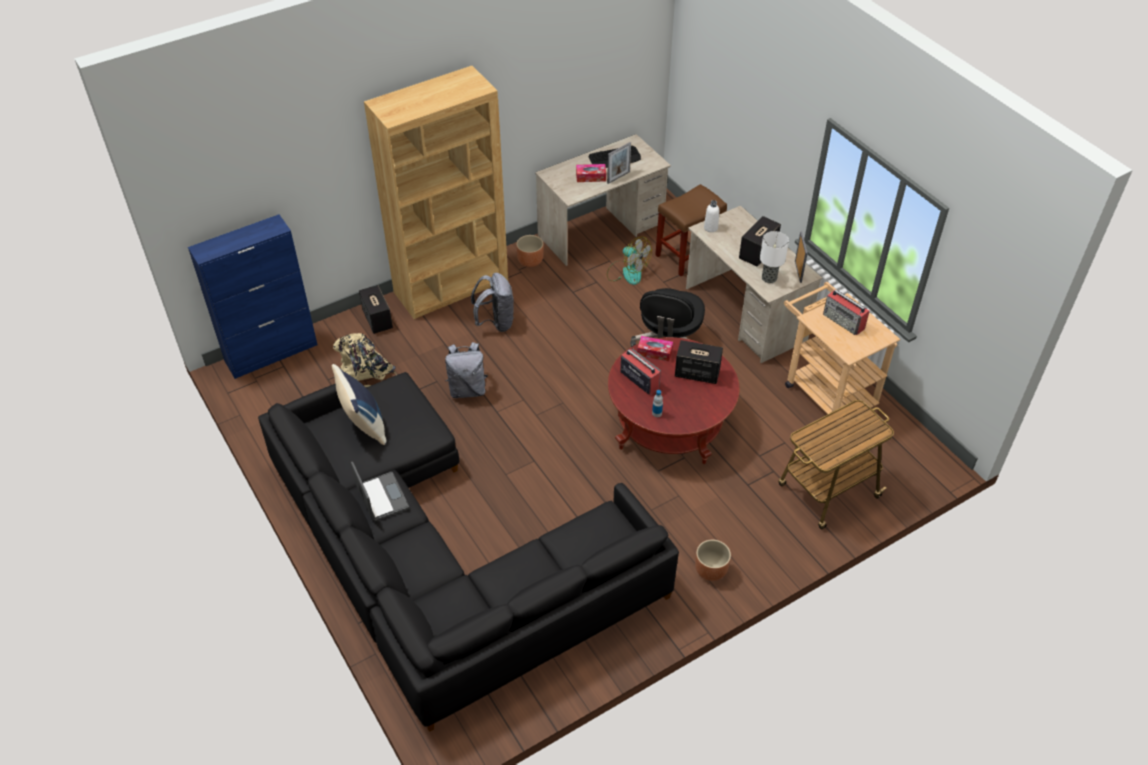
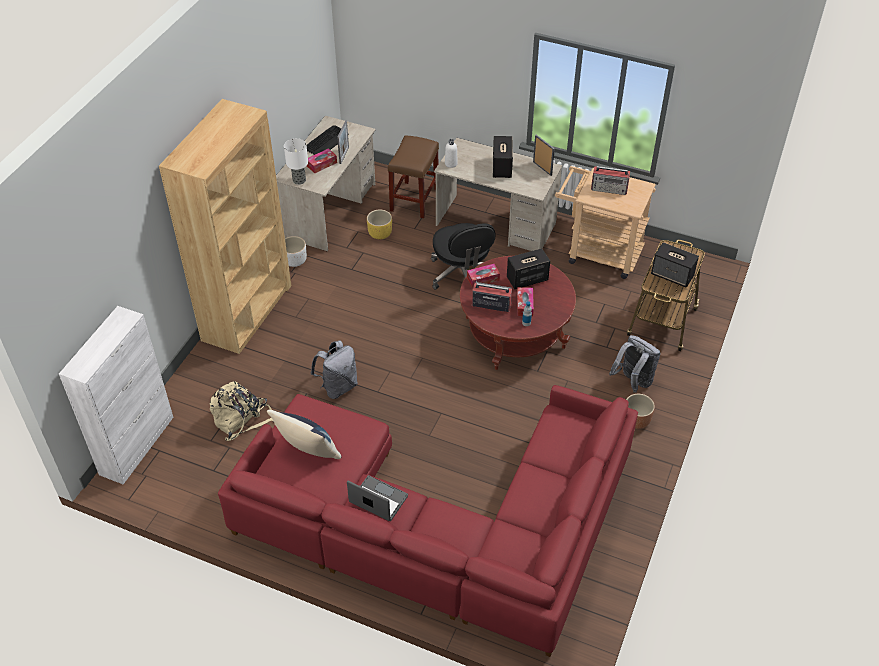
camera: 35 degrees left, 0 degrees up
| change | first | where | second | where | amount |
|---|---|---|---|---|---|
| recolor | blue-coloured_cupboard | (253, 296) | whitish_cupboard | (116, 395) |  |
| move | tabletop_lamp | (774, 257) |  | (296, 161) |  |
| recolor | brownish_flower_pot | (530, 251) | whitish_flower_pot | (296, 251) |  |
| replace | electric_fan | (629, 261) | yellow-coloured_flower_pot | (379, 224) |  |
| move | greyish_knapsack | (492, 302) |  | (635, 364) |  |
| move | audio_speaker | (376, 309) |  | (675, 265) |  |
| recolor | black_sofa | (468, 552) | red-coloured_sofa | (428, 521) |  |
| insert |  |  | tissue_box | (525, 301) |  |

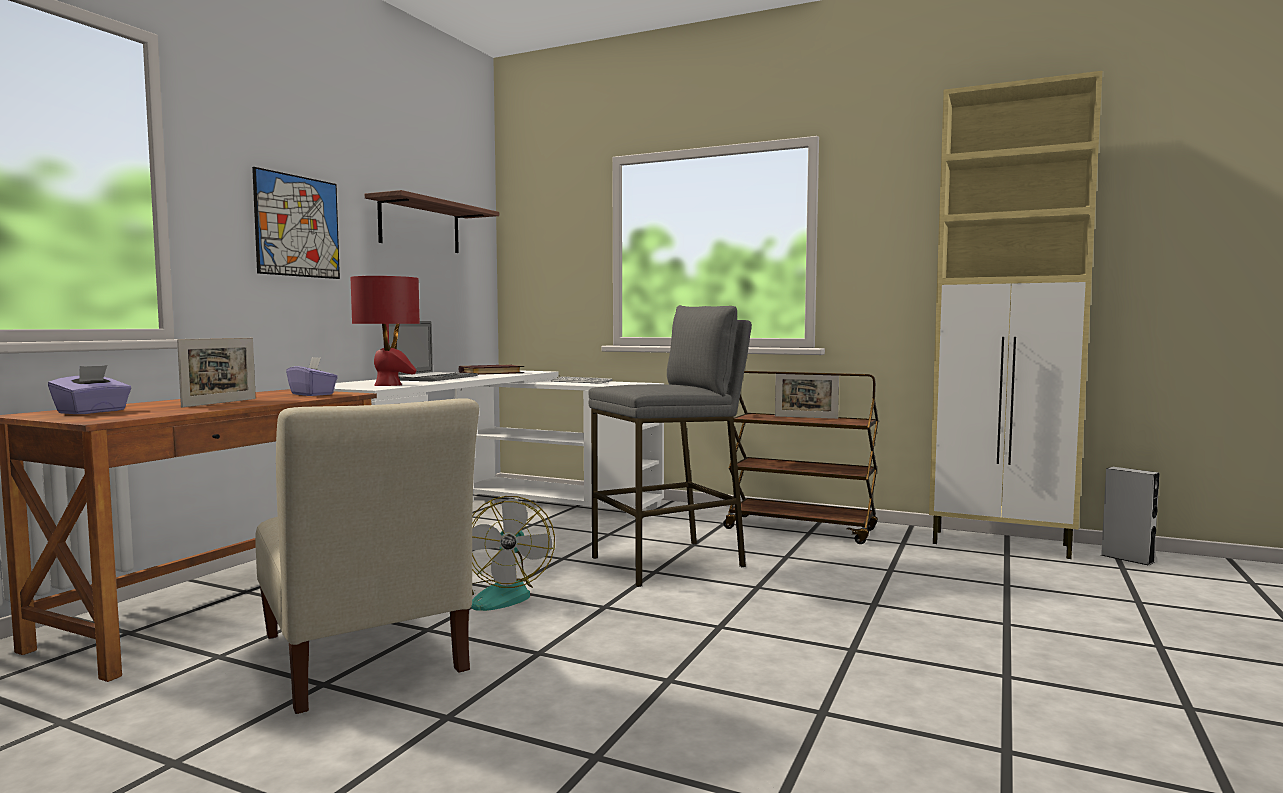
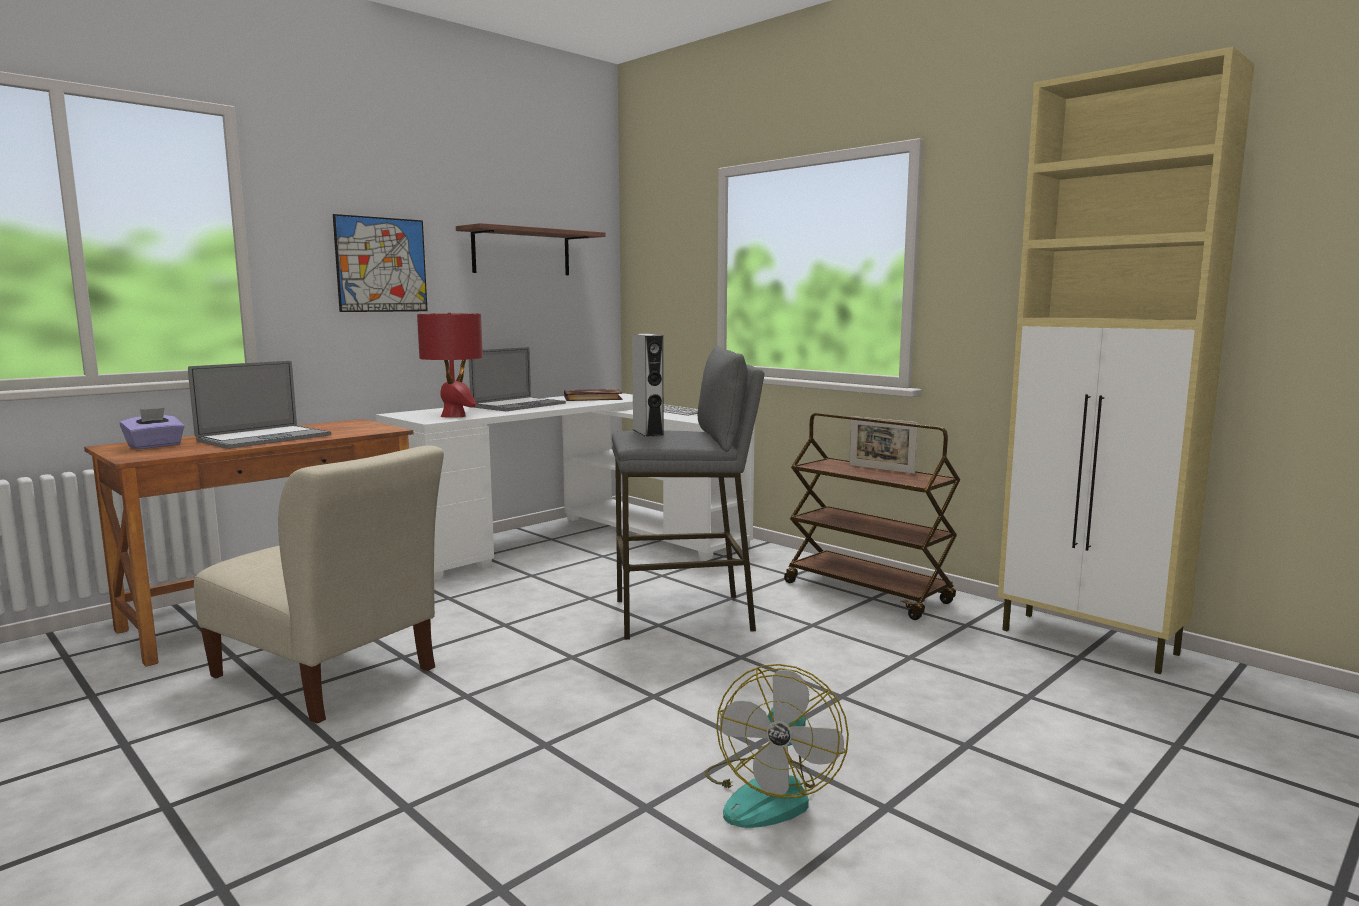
camera: 20 degrees right, 5 degrees up
| change | first | where | second | where | amount |
|---|---|---|---|---|---|
| replace | picture_frame | (216, 372) | laptop | (259, 405) |  |
| delete | purple_tissue_box | (312, 376) |  |  |  |
| rotate | beige_plain_chair | (367, 556) |  | (319, 584) | 45 degrees counterclockwise |
| move | greyish_audio_speaker | (1130, 516) |  | (648, 385) |  |
| move | electric_fan | (513, 553) |  | (777, 746) |  |

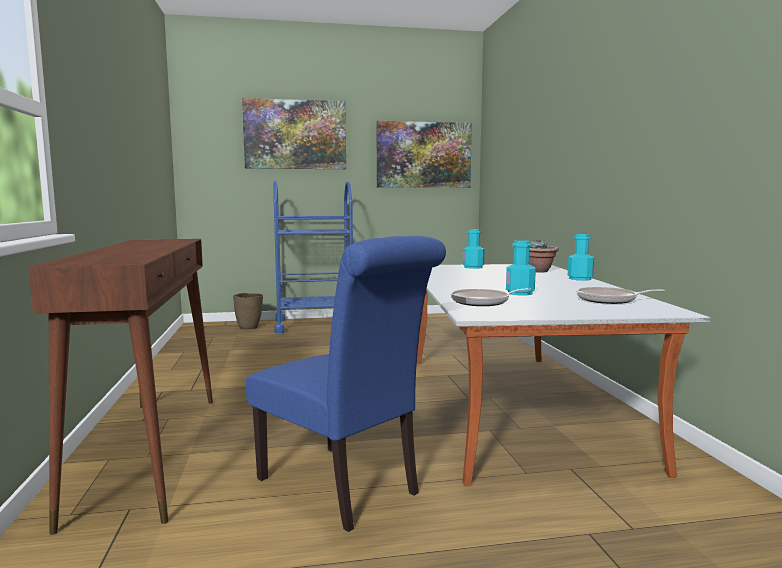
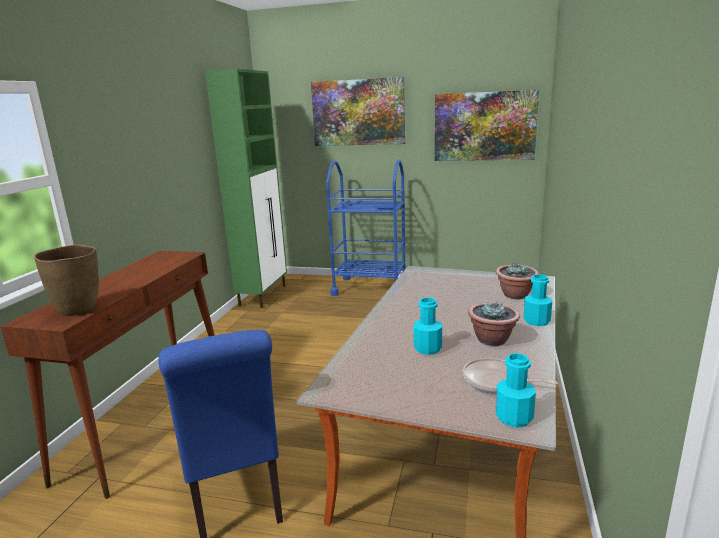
camera: 25 degrees right, 10 degrees up
| change | first | where | second | where | amount |
|---|---|---|---|---|---|
| move | turquoise_bottle | (474, 249) |  | (516, 390) |  |
| delete | frying_pan | (491, 297) |  |  |  |
| move | brownish_flower_vase | (248, 311) |  | (66, 280) |  |
| insert |  |  | green-coloured_cupboard | (246, 188) |  |
| insert |  |  | plant_in_a_pot | (494, 323) |  |

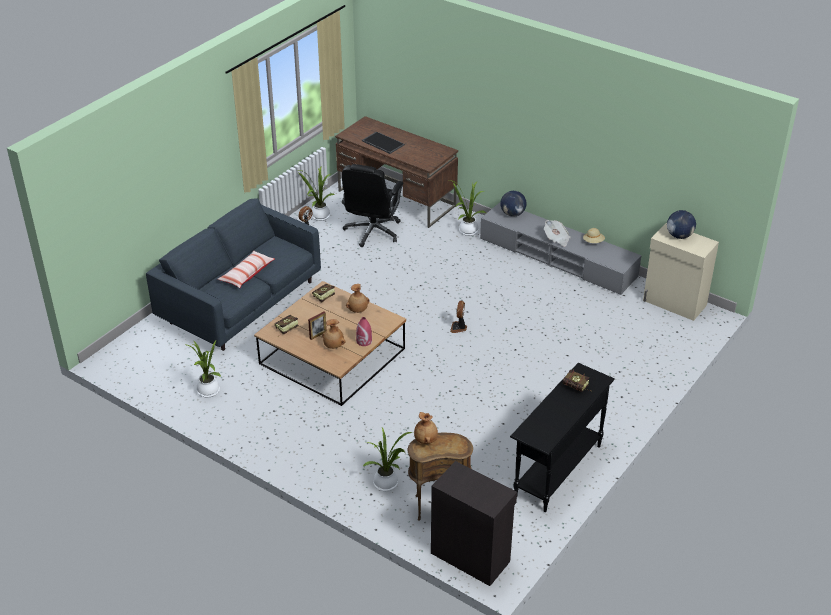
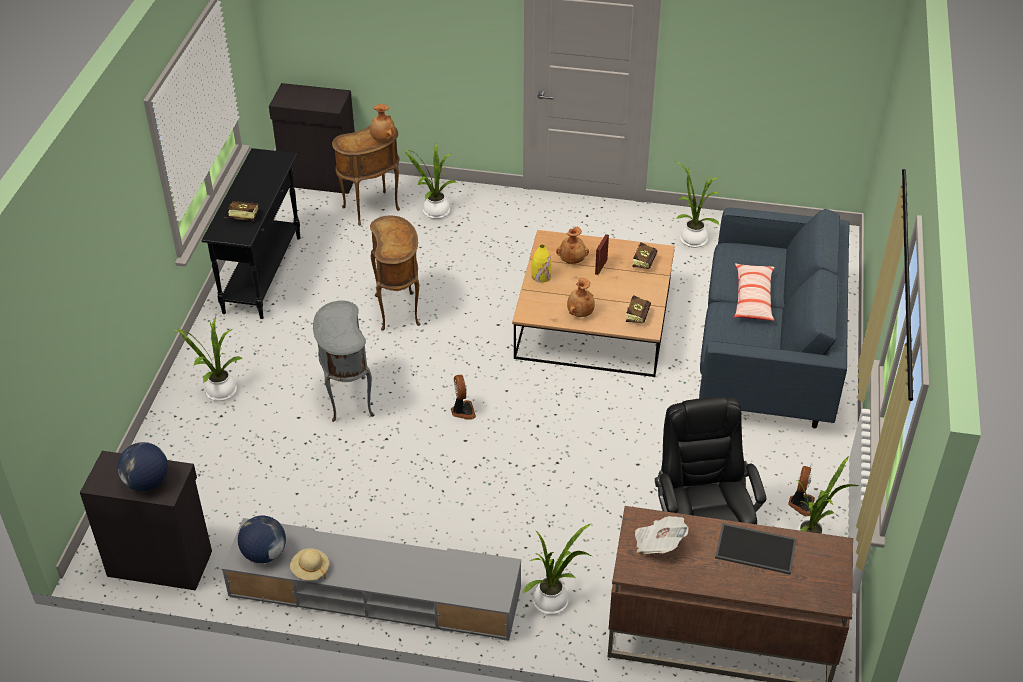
camera: 155 degrees right, 5 degrees up
| change | first | where | second | where | amount |
|---|---|---|---|---|---|
| move | world_globe | (513, 204) |  | (262, 539) |  |
| move | printed_paper | (557, 233) |  | (662, 535) |  |
| recolor | beige_cupboard | (681, 272) | black_cupboard | (146, 521) |  |
| recolor | red-coloured_flower_vase | (364, 331) | yellow-coloured_flower_vase | (541, 264) |  |
| insert |  |  | brownish_end_table | (395, 273) |  |
| insert |  |  | greyish_end_table | (344, 361) |  |
| insert |  |  | plant_in_a_pot | (209, 359) |  |

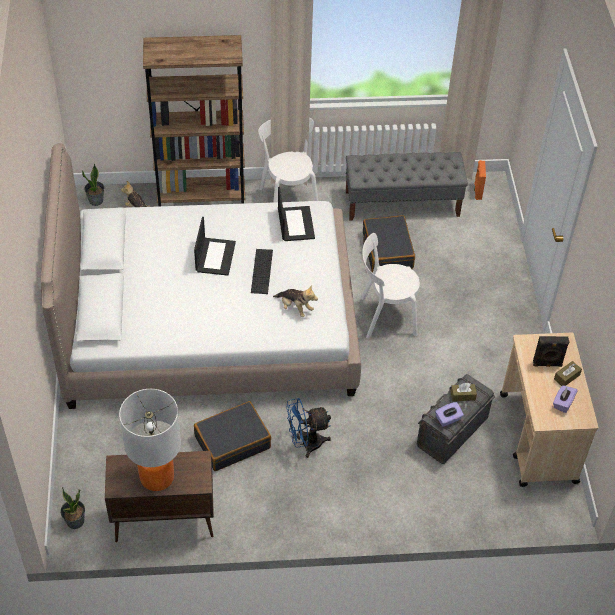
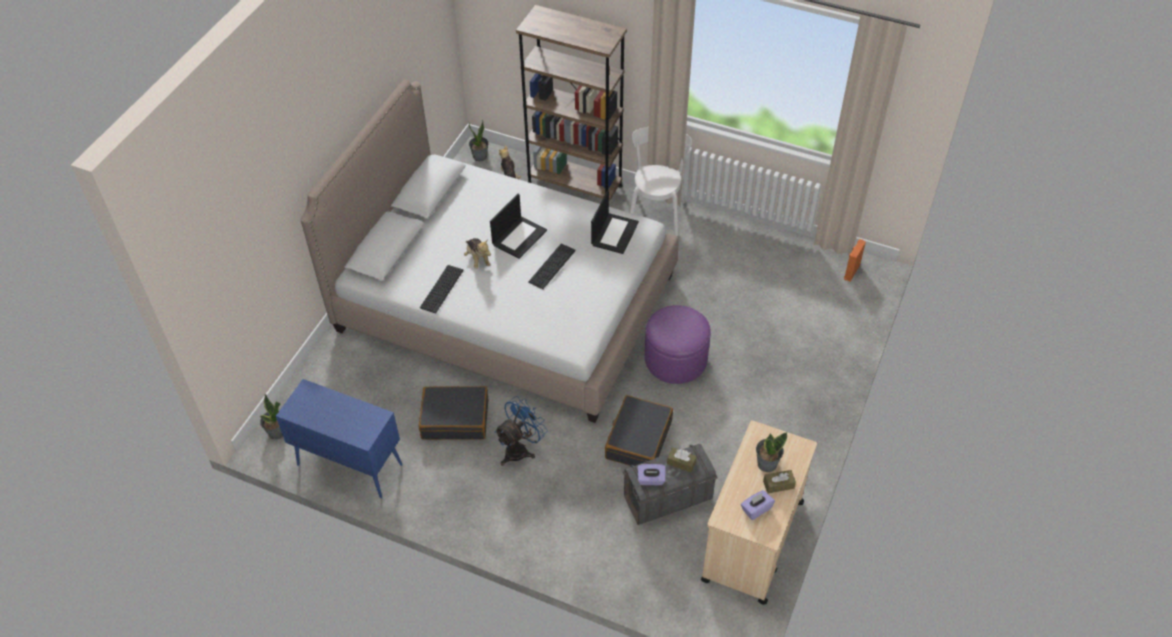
camera: 30 degrees right, 0 degrees up
| change | first | where | second | where | amount |
|---|---|---|---|---|---|
| delete | greyish_long_seat | (407, 186) |  |  |  |
| move | black_travel_case | (389, 244) |  | (639, 430) |  |
| replace | whitish_plain_chair | (390, 286) | purple_footrest | (678, 344) |  |
| move | plush_toy | (295, 301) |  | (477, 253) |  |
| replace | black_audio_speaker | (551, 351) | plant_in_a_pot | (771, 452) |  |
| delete | tabletop_lamp | (150, 440) |  |  |  |
| rotate | blue-coloured_electric_fan | (308, 428) |  | (521, 431) | 120 degrees clockwise |
| recolor | brownish_cupboard | (159, 496) | blue-coloured_cupboard | (339, 438) |  |
| insert |  |  | keyboard | (442, 289) |  |

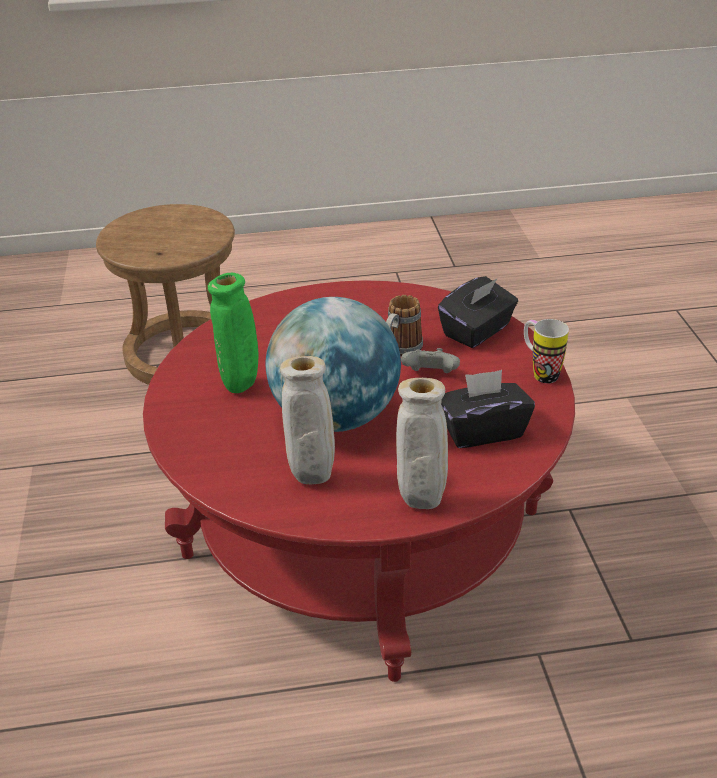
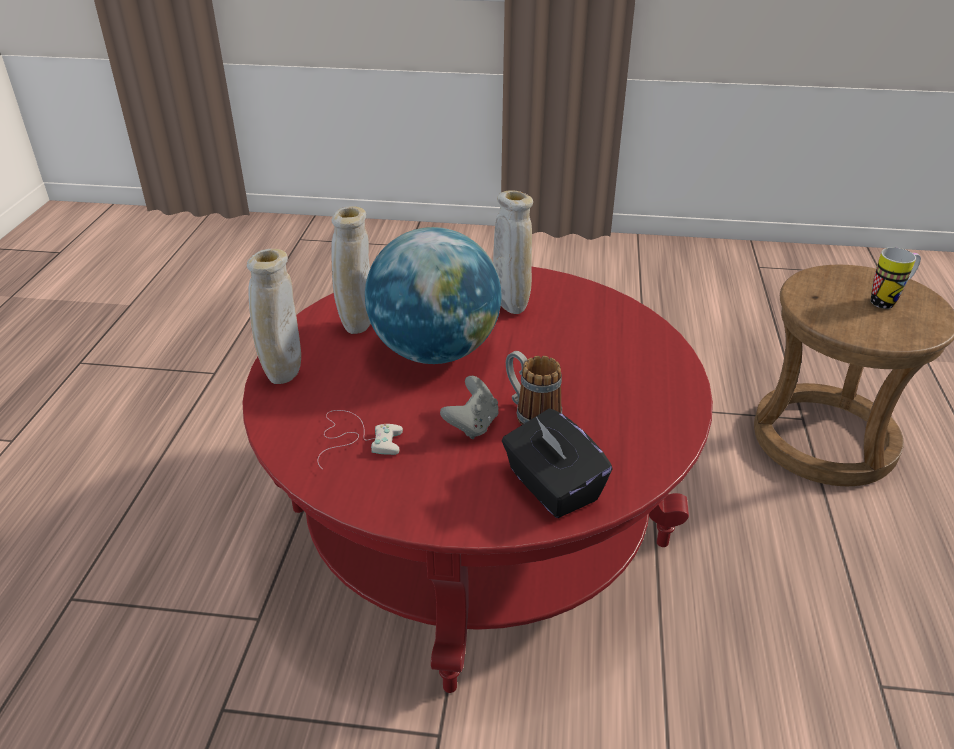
camera: 105 degrees right, 0 degrees up
| change | first | where | second | where | amount |
|---|---|---|---|---|---|
| recolor | green-coloured_flower_vase | (233, 333) | beige_flower_vase | (513, 252) |  |
| move | mug | (546, 351) |  | (896, 278) |  |
| replace | black_tissue_box | (488, 409) | whitish_joypad | (360, 440) |  |

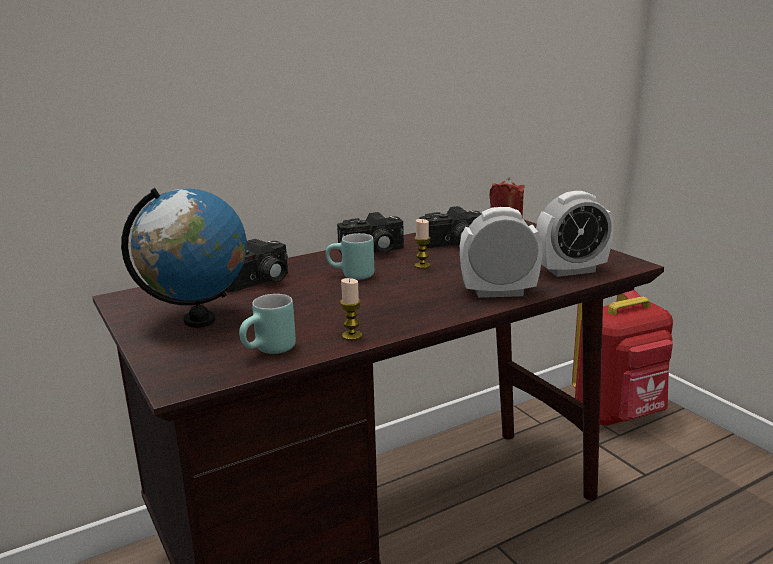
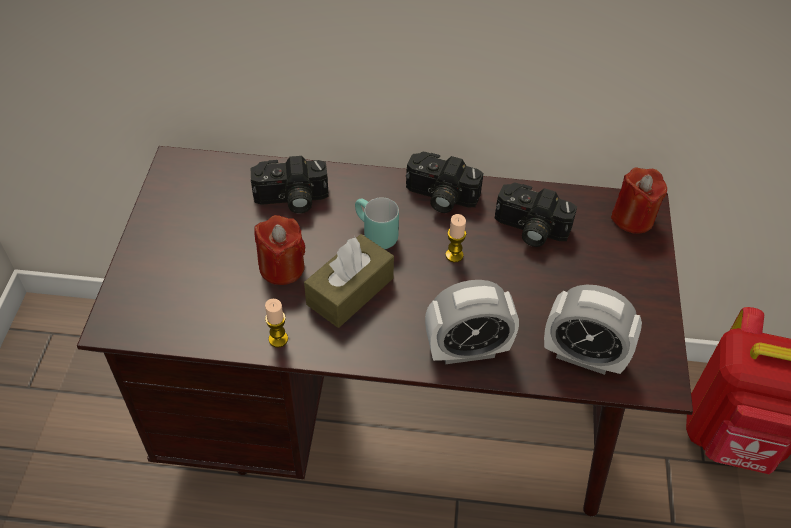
camera: 35 degrees right, 30 degrees up
| change | first | where | second | where | amount |
|---|---|---|---|---|---|
| delete | world_globe | (184, 258) |  |  |  |
| rotate | bedside_clock | (501, 252) |  | (472, 322) | 135 degrees clockwise |
| delete | turquoise_mug | (267, 324) |  |  |  |
| insert |  |  | red-coloured_wax_light | (280, 250) |  |
| insert |  |  | brownish_tissue_box | (349, 281) |  |

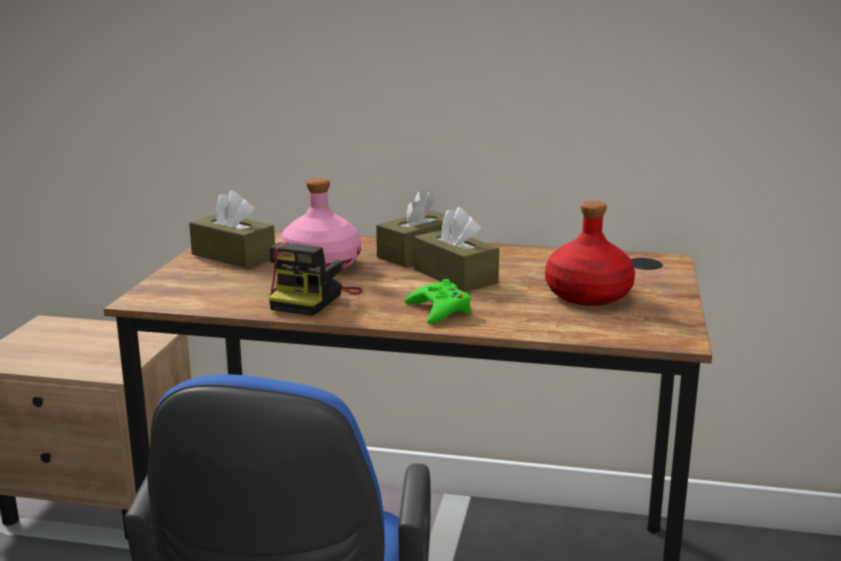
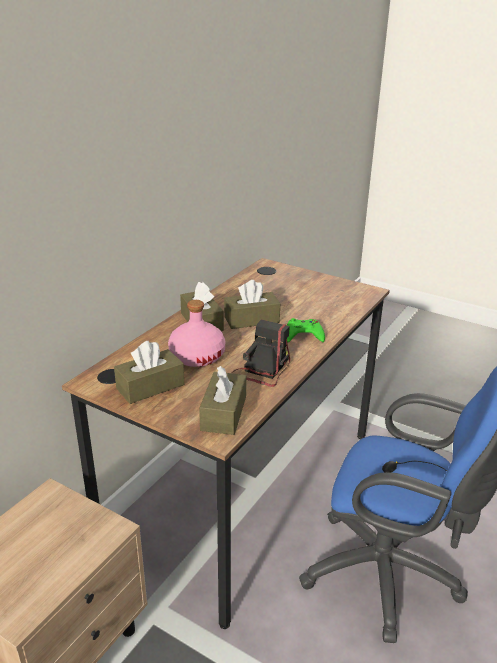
camera: 70 degrees left, 10 degrees up
| change | first | where | second | where | amount |
|---|---|---|---|---|---|
| delete | red-coloured_bottle | (590, 253) |  |  |  |
| rotate | photo_camera | (316, 279) |  | (261, 353) | 105 degrees counterclockwise |
| insert |  |  | brownish_tissue_box | (222, 400) |  |

